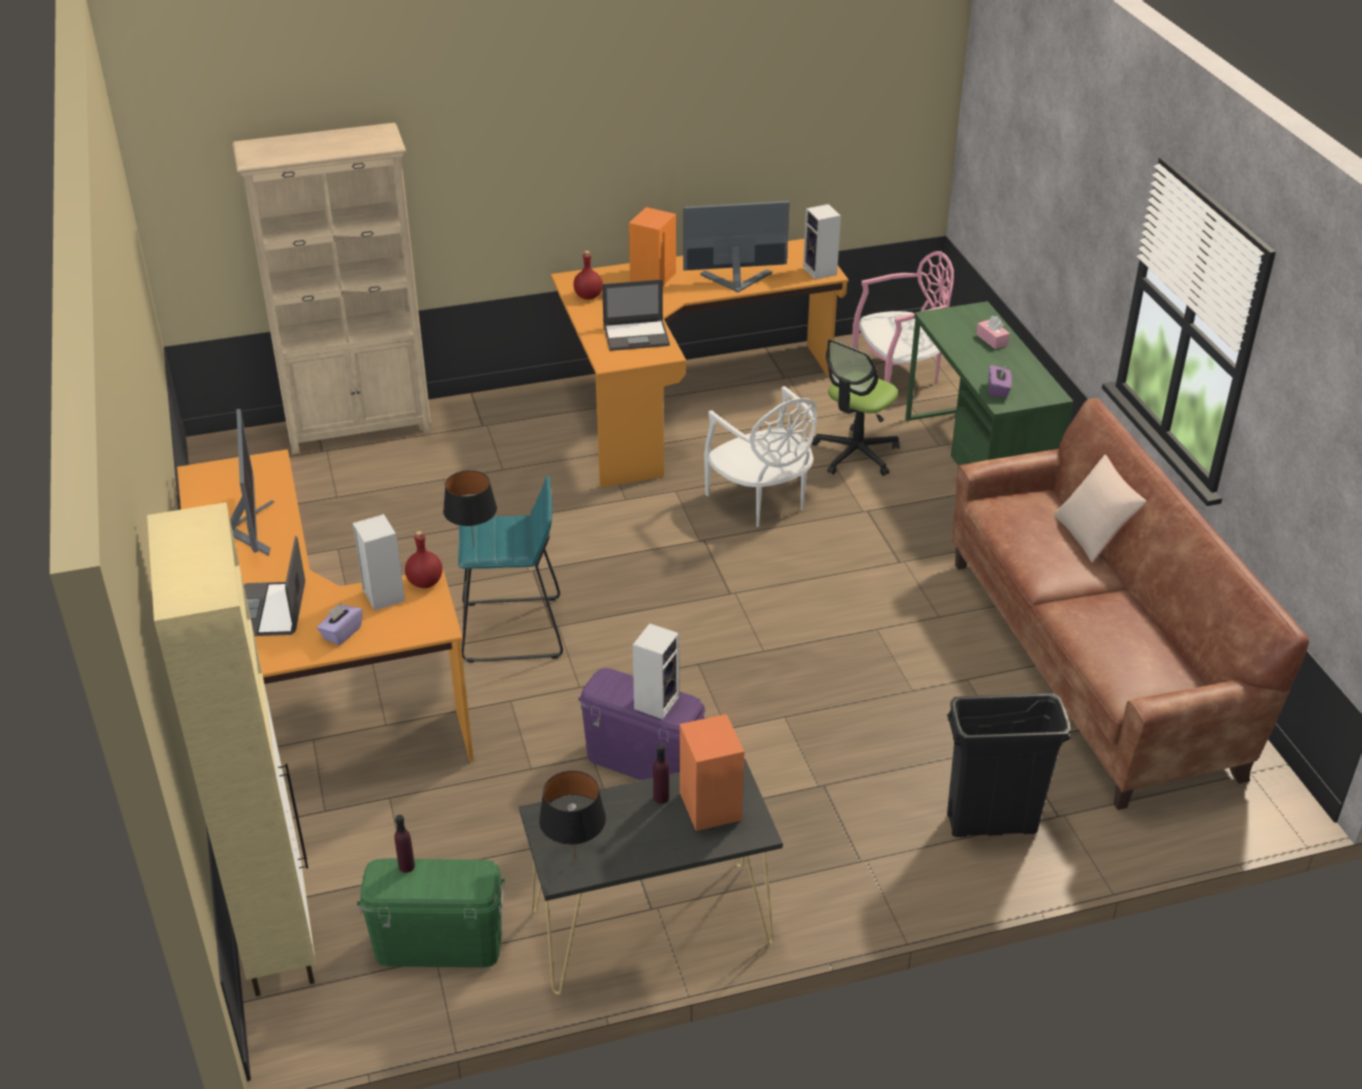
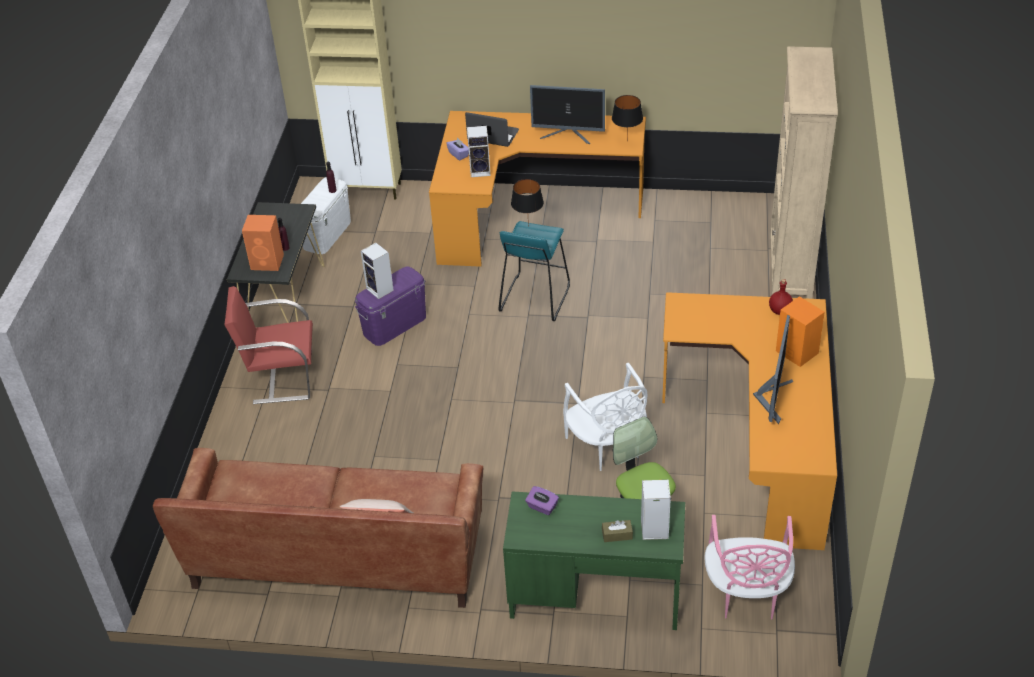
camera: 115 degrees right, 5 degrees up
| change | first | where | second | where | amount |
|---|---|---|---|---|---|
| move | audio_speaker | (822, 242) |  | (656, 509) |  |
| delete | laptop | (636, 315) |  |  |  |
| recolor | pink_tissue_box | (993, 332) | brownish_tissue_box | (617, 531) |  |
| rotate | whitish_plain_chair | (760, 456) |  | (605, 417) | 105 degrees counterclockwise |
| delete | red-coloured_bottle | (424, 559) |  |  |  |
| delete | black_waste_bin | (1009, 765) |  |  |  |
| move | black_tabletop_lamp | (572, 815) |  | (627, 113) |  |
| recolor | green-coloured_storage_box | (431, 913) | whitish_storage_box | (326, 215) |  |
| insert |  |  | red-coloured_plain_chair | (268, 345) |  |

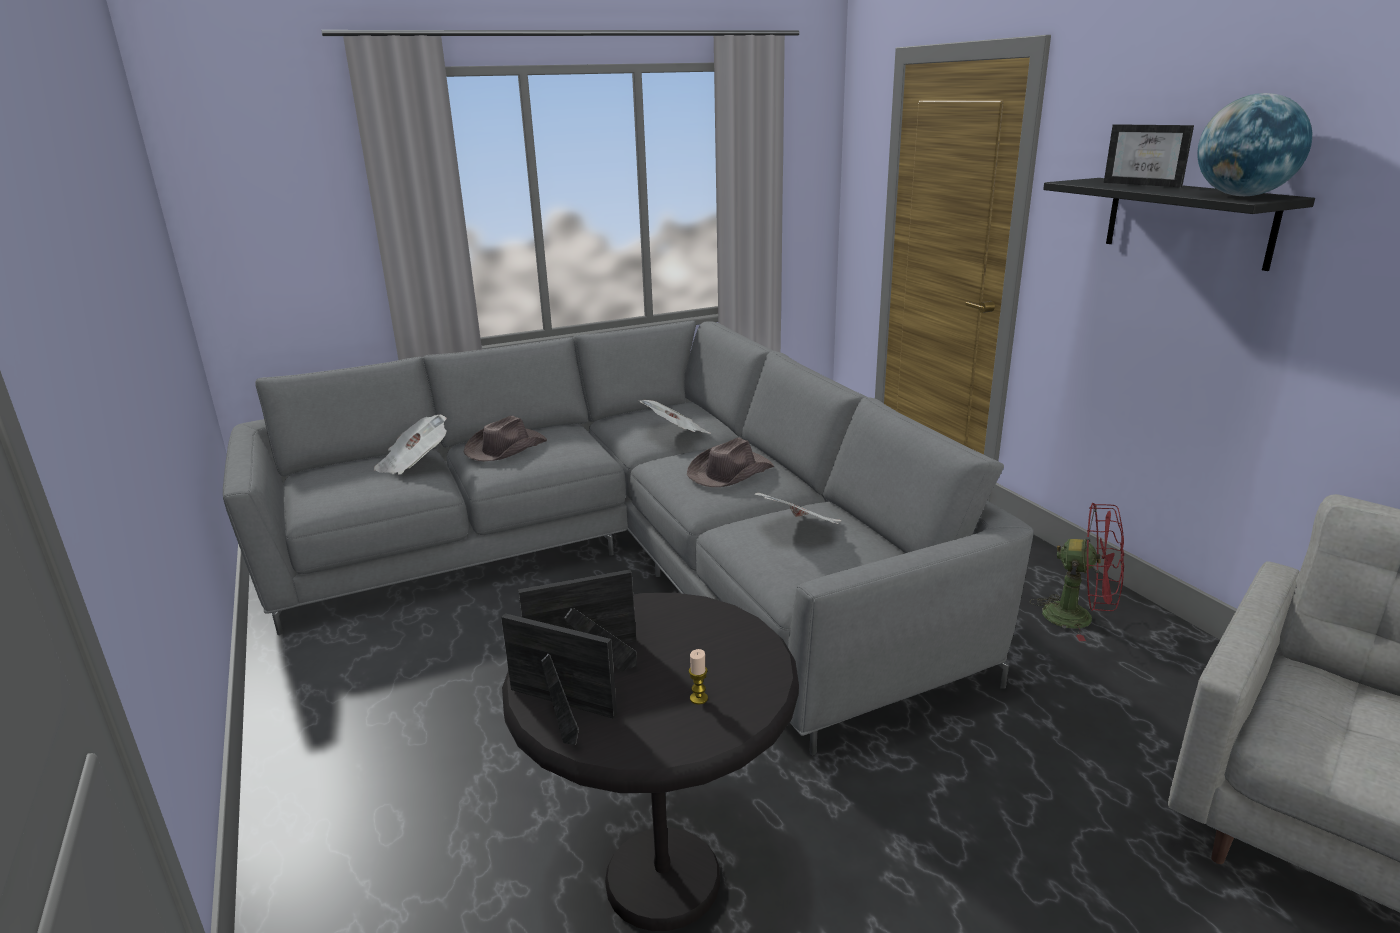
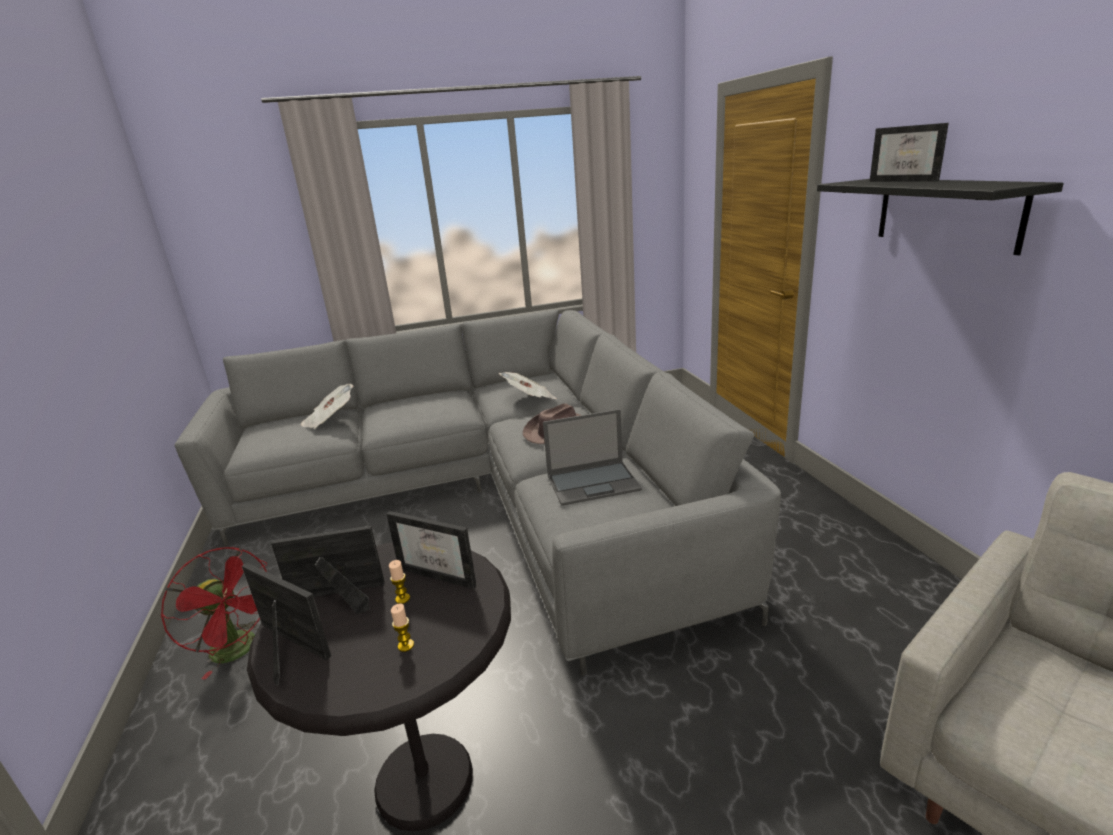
camera: 10 degrees right, 0 degrees up
| change | first | where | second | where | amount |
|---|---|---|---|---|---|
| delete | world_globe | (1254, 144) |  |  |  |
| delete | brownish_clothing_hat | (505, 438) |  |  |  |
| replace | printed_paper | (798, 508) | laptop | (592, 457) |  |
| move | red-coloured_electric_fan | (1076, 572) |  | (214, 613) |  |
| insert |  |  | picture_frame | (431, 550) |  |
| insert |  |  | wax_light | (399, 582) |  |

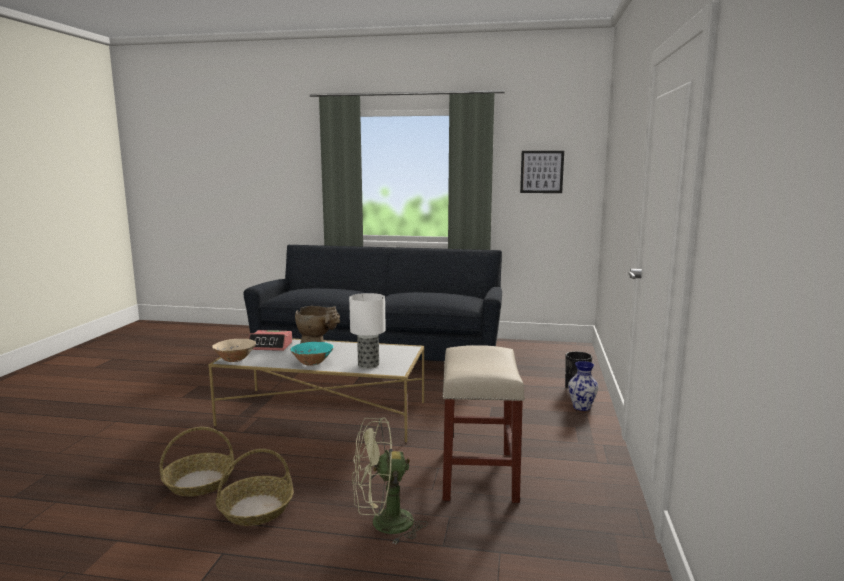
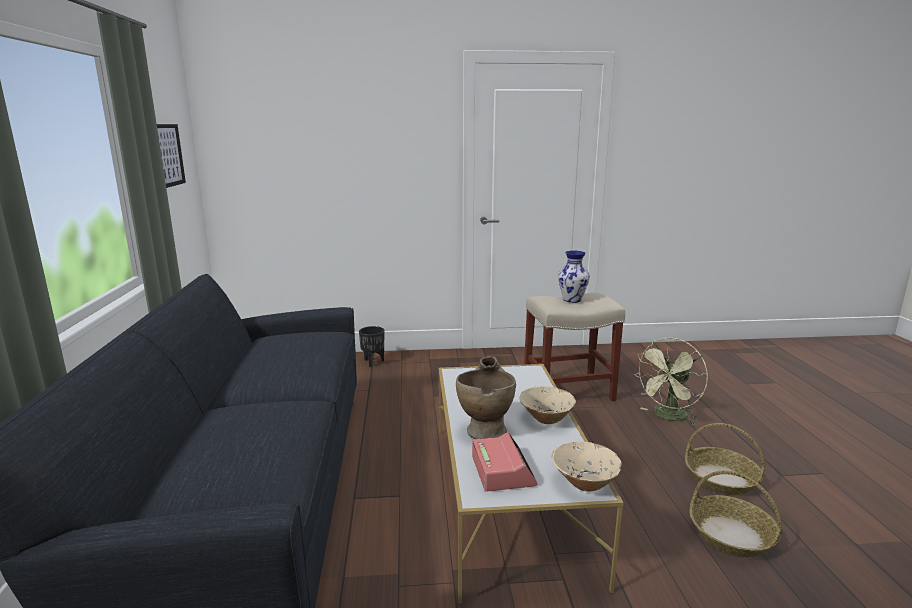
camera: 105 degrees left, 5 degrees up
| change | first | where | second | where | amount |
|---|---|---|---|---|---|
| delete | tabletop_lamp | (367, 331) |  |  |  |
| recolor | turquoise_bowl | (312, 354) | beige_bowl | (547, 405) |  |
| move | flower_vase | (583, 386) |  | (574, 277) |  |
| rotate | green-coloured_electric_fan | (390, 481) |  | (671, 381) | 75 degrees clockwise |

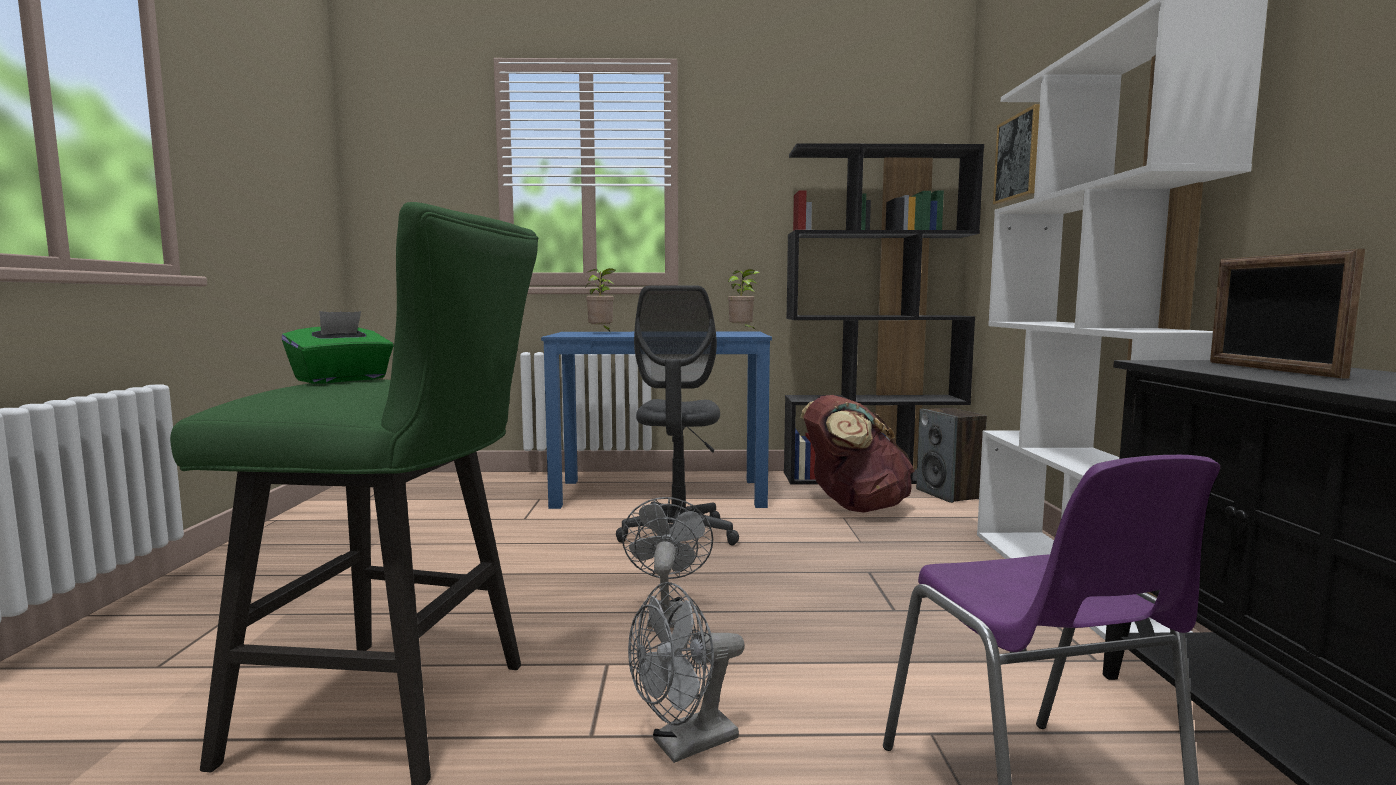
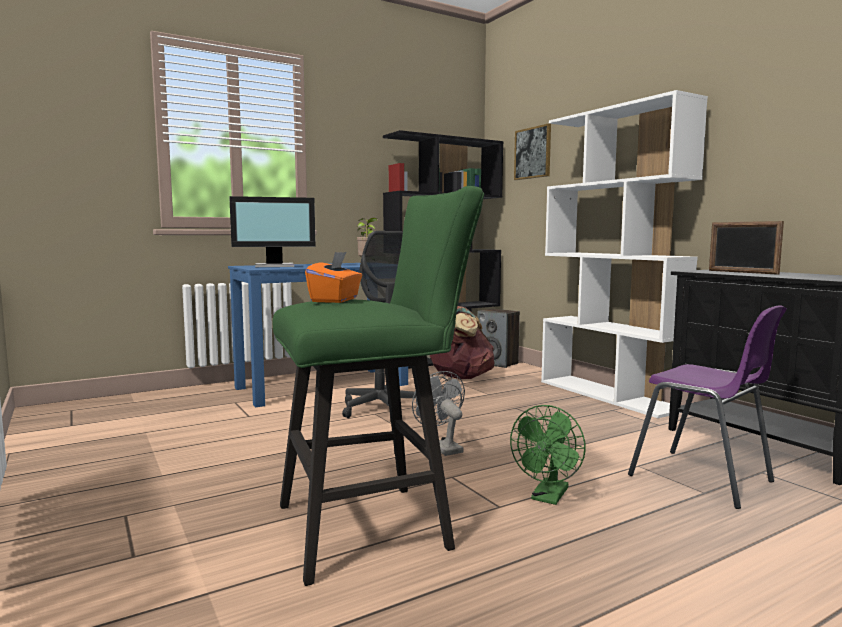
camera: 30 degrees left, 0 degrees up
| change | first | where | second | where | amount |
|---|---|---|---|---|---|
| replace | plant_in_a_pot | (600, 299) | computer_screen | (272, 231) |  |
| recolor | green-coloured_tissue_box | (338, 347) | orange-coloured_tissue_box | (333, 277) |  |
| recolor | greyish_electric_fan | (686, 672) | green-coloured_electric_fan | (548, 455) |  |

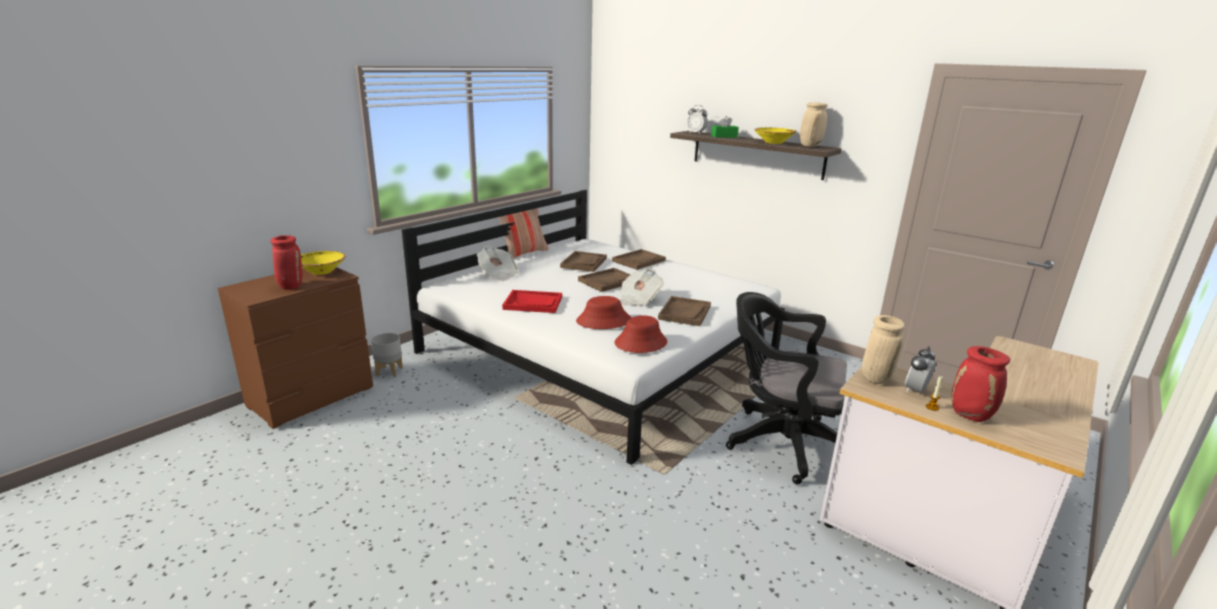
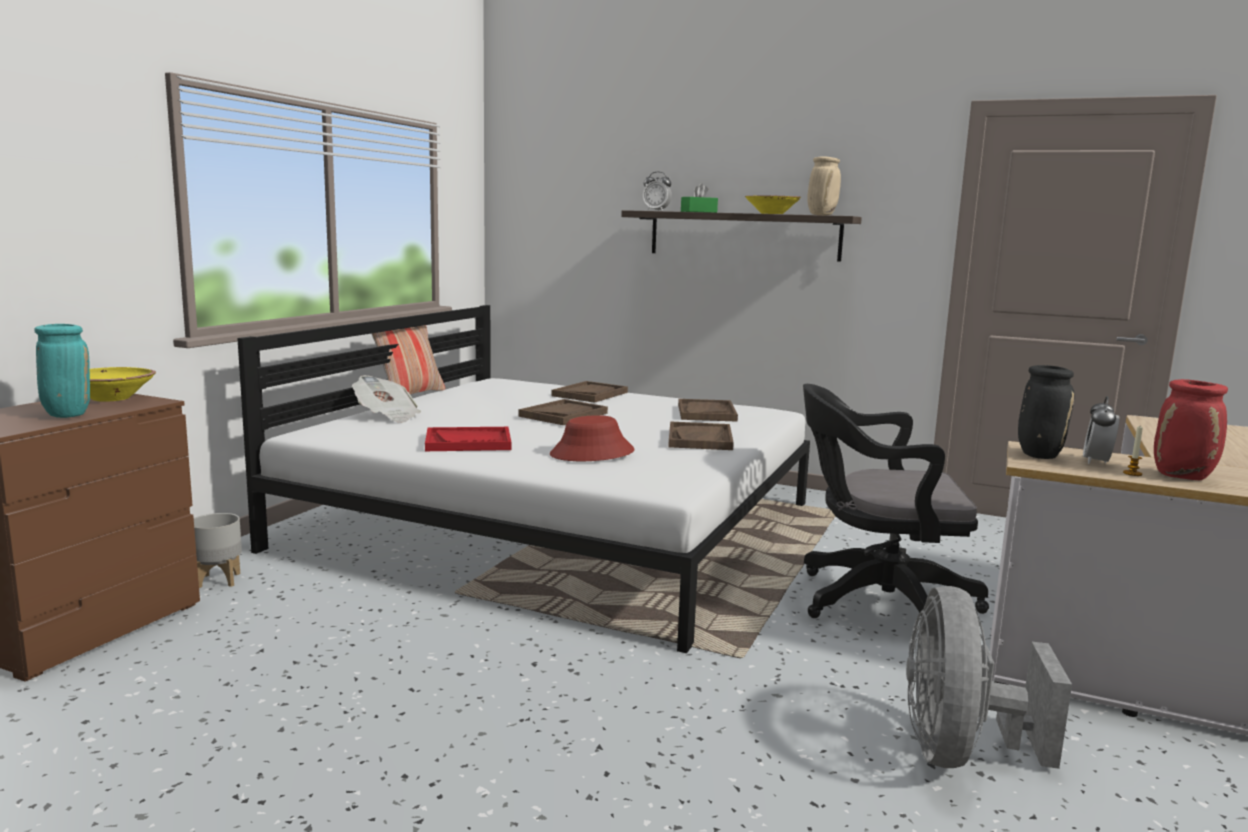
camera: 15 degrees left, 10 degrees down
| change | first | where | second | where | amount |
|---|---|---|---|---|---|
| recolor | red-coloured_flower_vase | (287, 262) | turquoise_flower_vase | (62, 371) |  |
| move | brownish_serving_tray | (583, 261) |  | (708, 410) |  |
| delete | printed_paper | (641, 287) |  |  |  |
| delete | red-coloured_clothing_hat | (641, 334) |  |  |  |
| recolor | beige_flower_vase | (883, 349) | black_flower_vase | (1046, 412) |  |
| insert |  |  | greyish_electric_fan | (989, 677) |  |

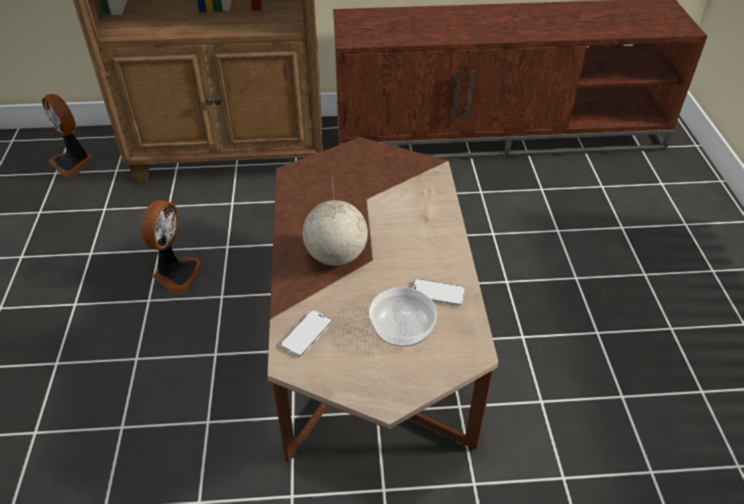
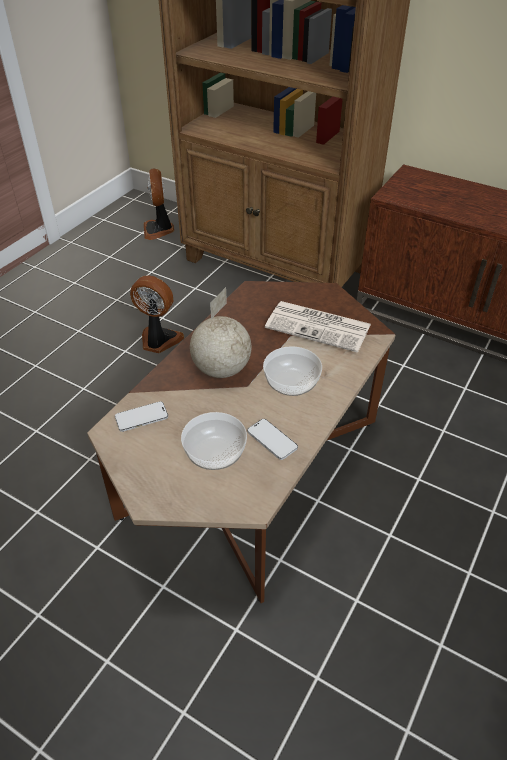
camera: 35 degrees right, 0 degrees up
| change | first | where | second | where | amount |
|---|---|---|---|---|---|
| rotate | electric_fan | (172, 247) |  | (157, 314) | 120 degrees counterclockwise |
| insert |  |  | printed_paper | (318, 327) |  |
| insert |  |  | bowl | (292, 371) |  |

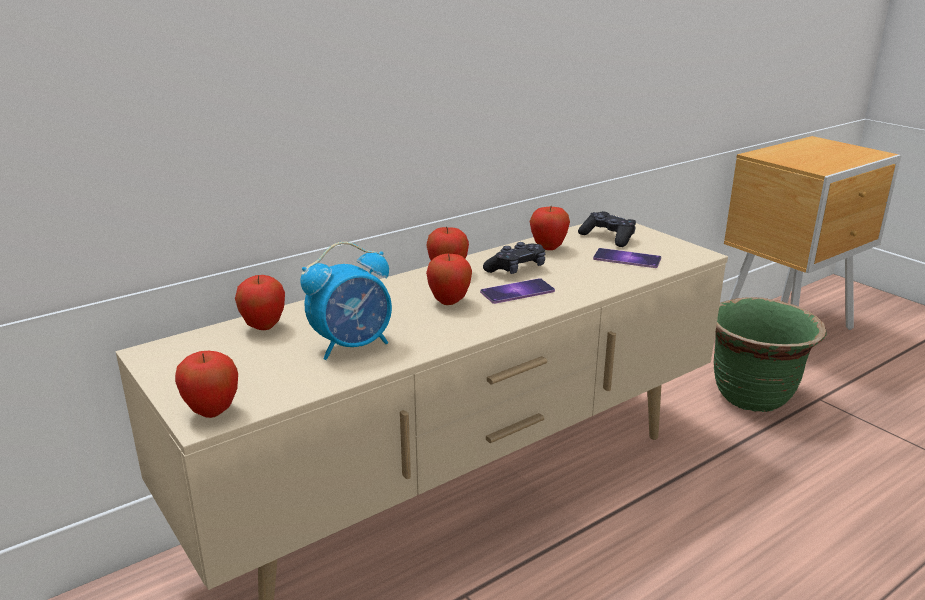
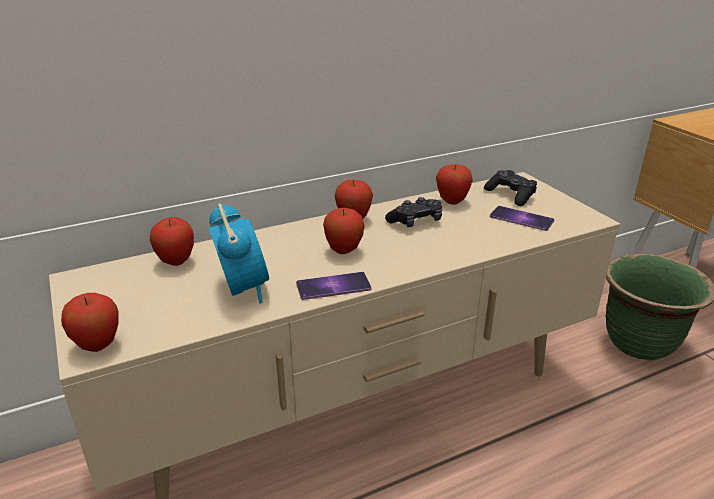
camera: 10 degrees right, 5 degrees up
| change | first | where | second | where | amount |
|---|---|---|---|---|---|
| rotate | bedside_clock | (346, 301) |  | (239, 253) | 90 degrees counterclockwise |
| move | handset | (517, 291) |  | (334, 286) |  |

